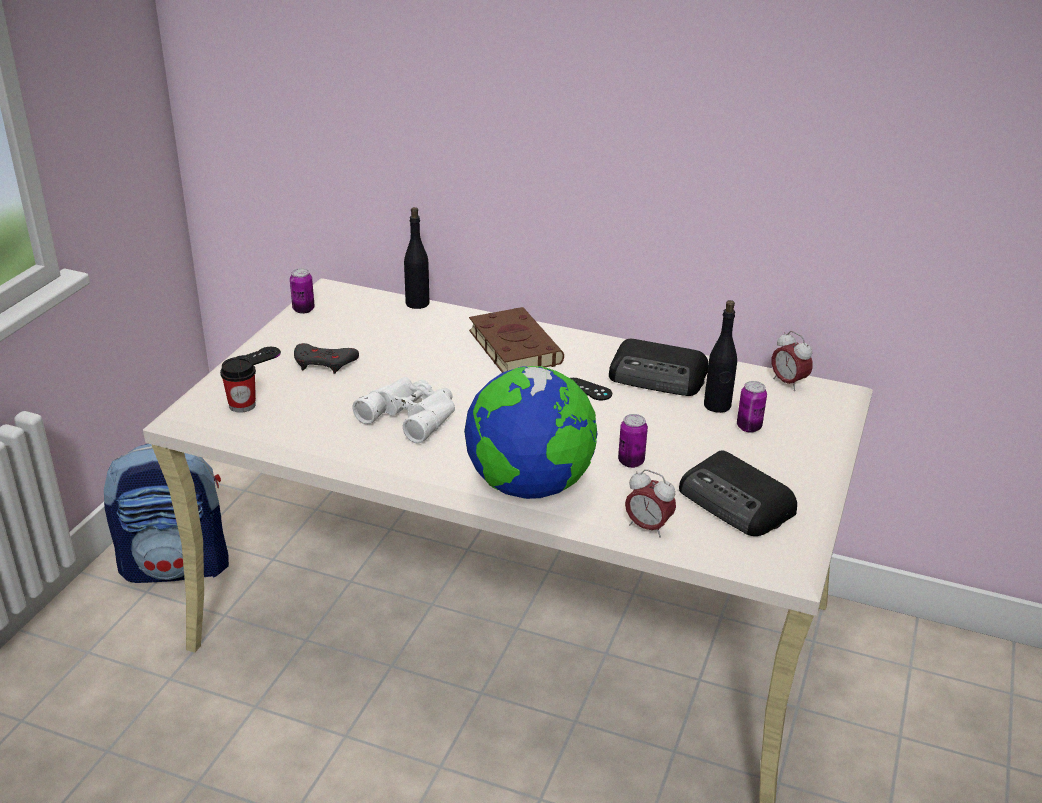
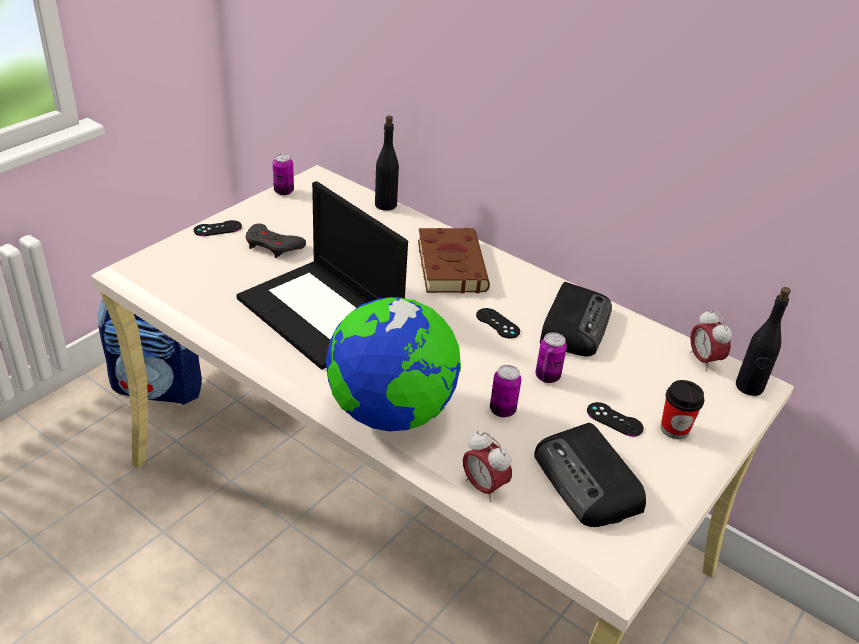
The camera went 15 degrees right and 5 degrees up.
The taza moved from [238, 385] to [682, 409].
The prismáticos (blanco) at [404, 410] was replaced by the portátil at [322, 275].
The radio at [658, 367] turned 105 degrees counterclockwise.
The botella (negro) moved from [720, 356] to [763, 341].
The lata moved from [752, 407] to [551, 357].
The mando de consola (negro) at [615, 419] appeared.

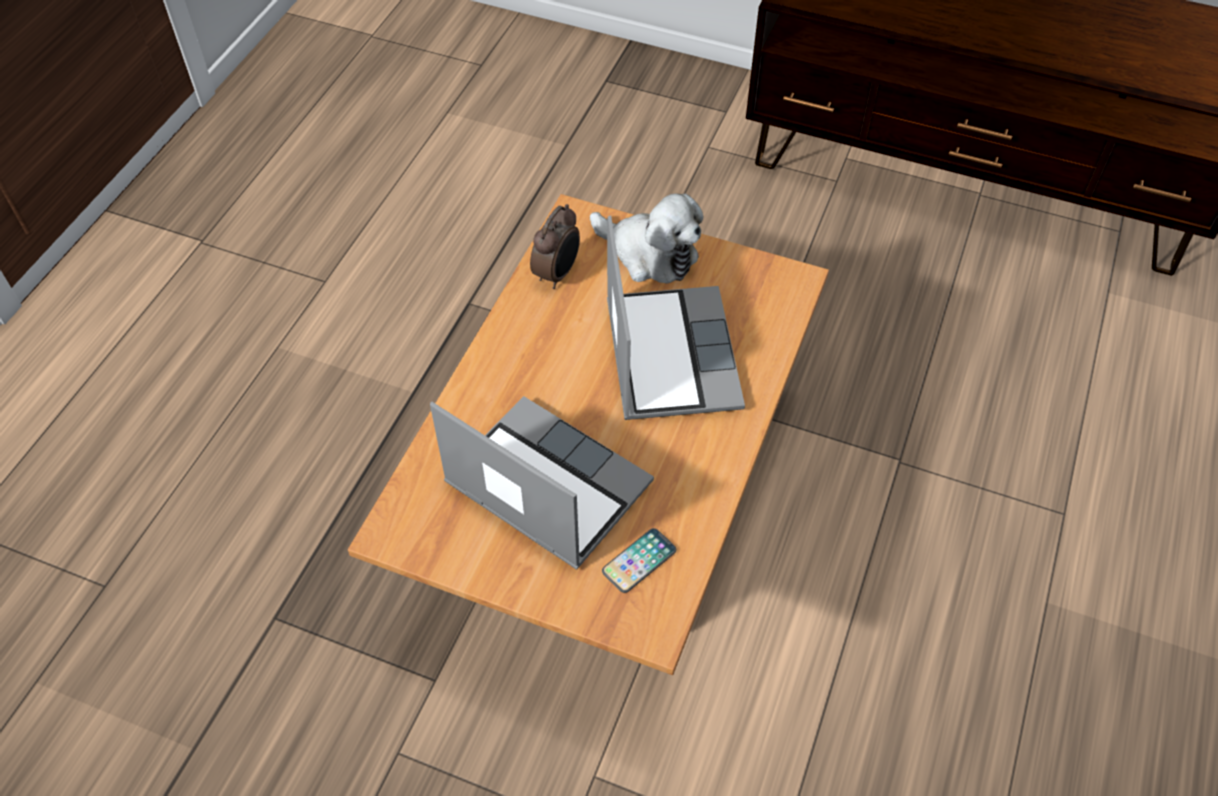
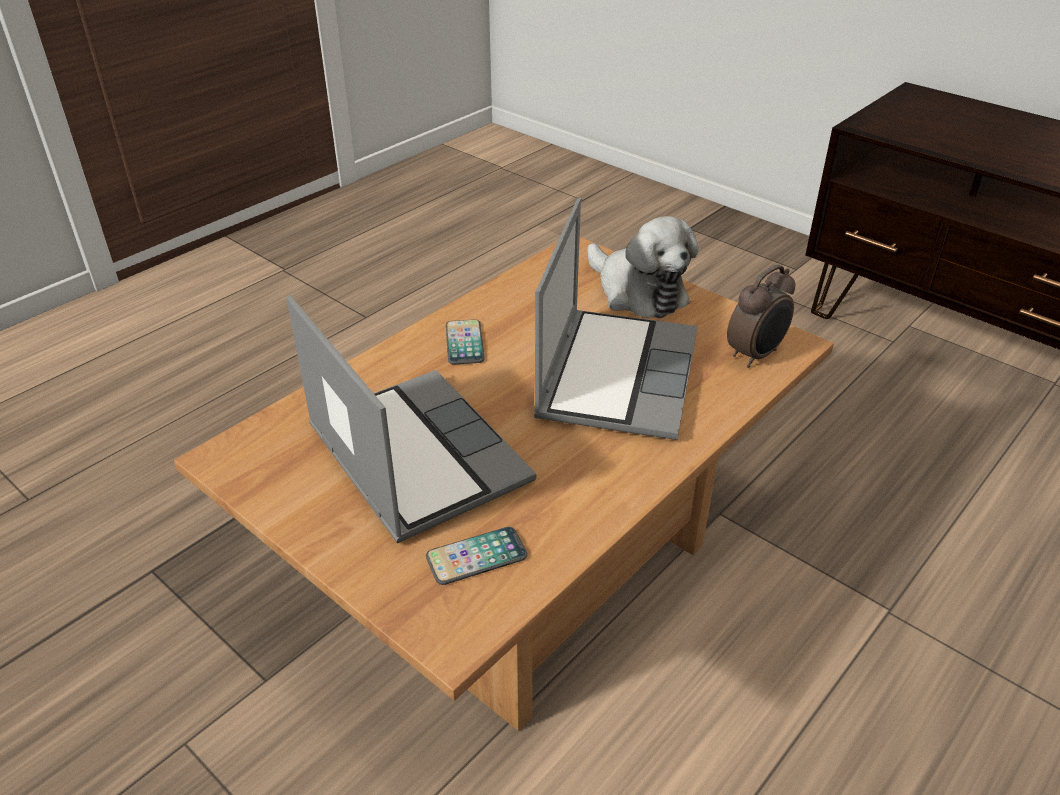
The camera went 20 degrees right and 15 degrees down.
The despertador moved from [555, 246] to [761, 316].
The móvil at [465, 342] appeared.

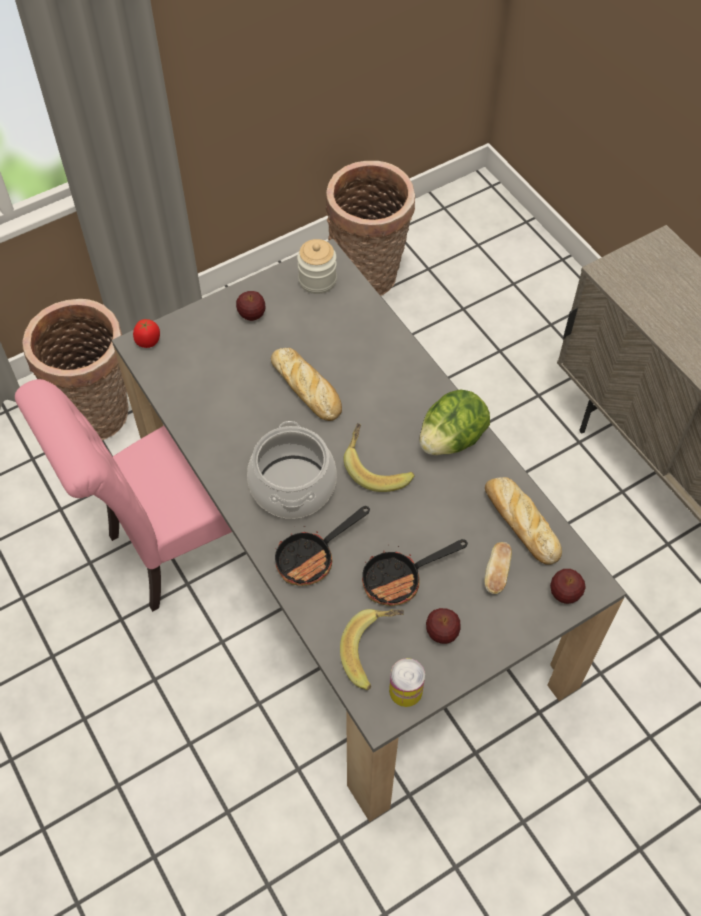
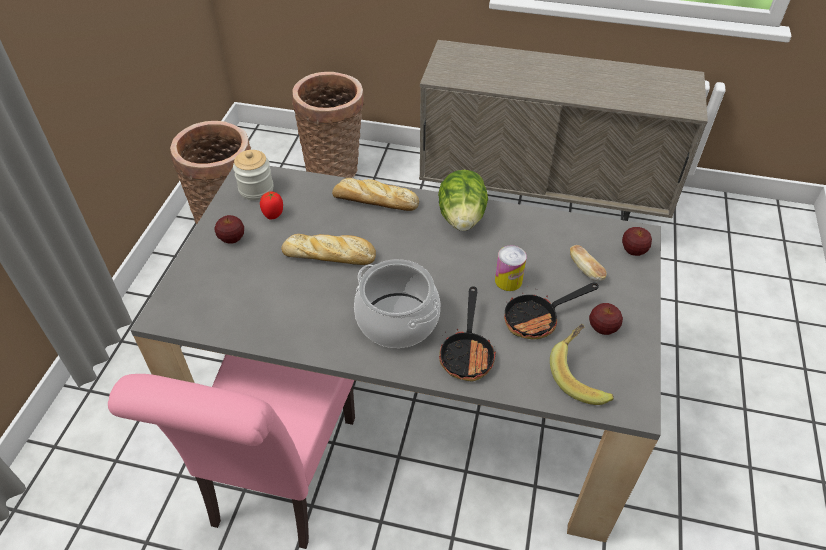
The camera went 45 degrees left and 10 degrees down.
The cesta moved from [75, 370] to [328, 125].
The tomate moved from [146, 333] to [271, 205].
The plátano at [379, 457] disappeared.
The sartén at [415, 572] turned 45 degrees clockwise.
The lata moved from [407, 682] to [511, 268].
The pan moved from [523, 521] to [375, 194].

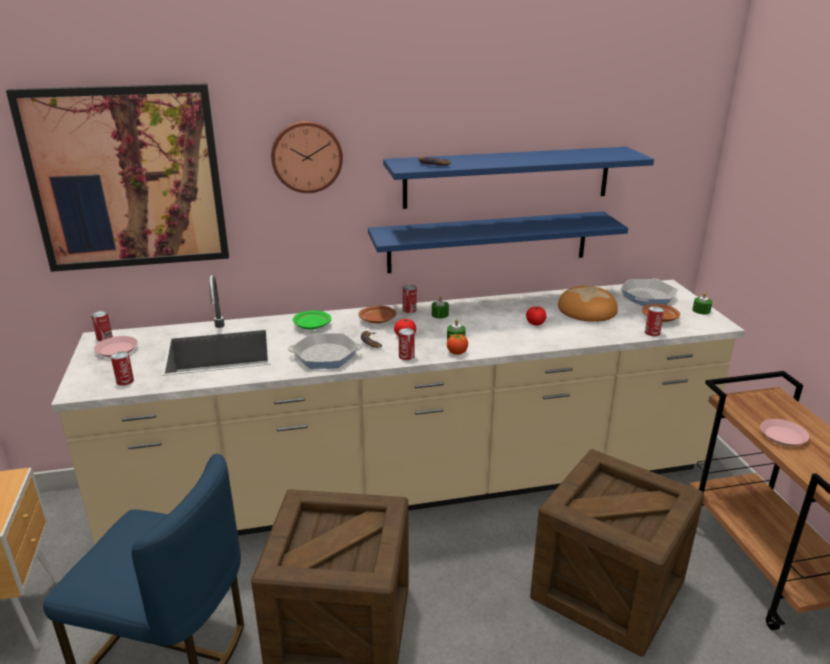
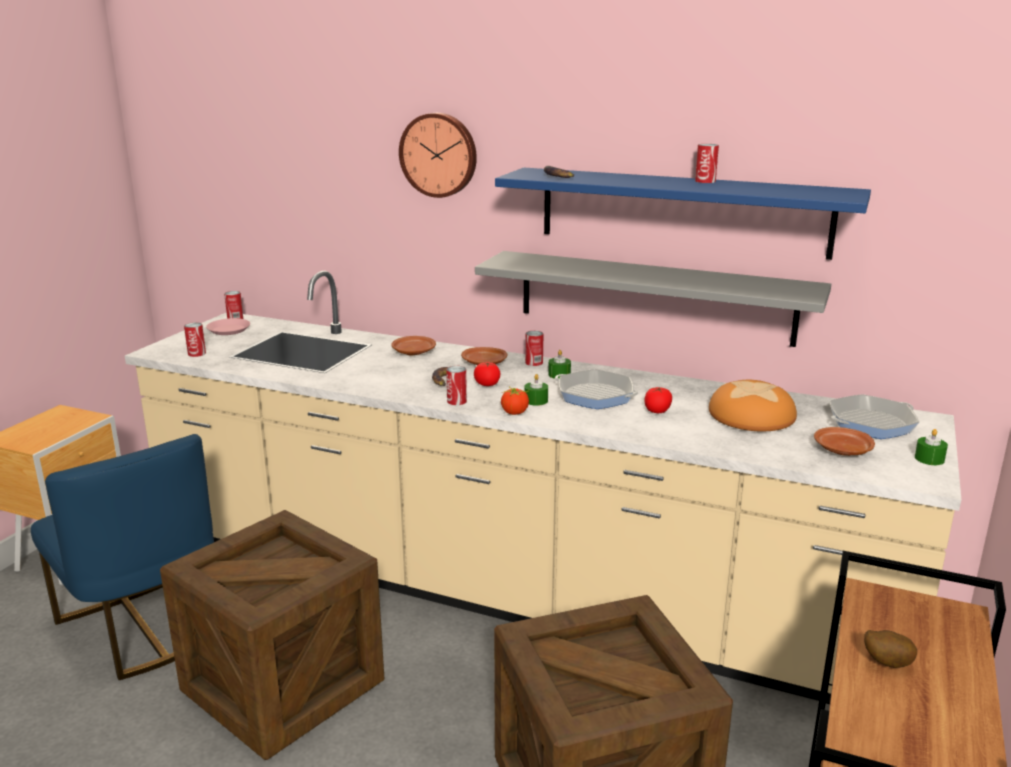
The camera went 35 degrees right and 5 degrees down.
The cuadro at [117, 177] disappeared.
The sartén moved from [325, 351] to [597, 389].
The plato (verde) at [312, 320] became the plato (marrón) at [413, 345].
The estante (azul) at [498, 242] became the estante (gris) at [653, 299].
The lata moved from [654, 321] to [707, 163].
The plato (rosa) at [784, 432] was replaced by the patata at [890, 649].

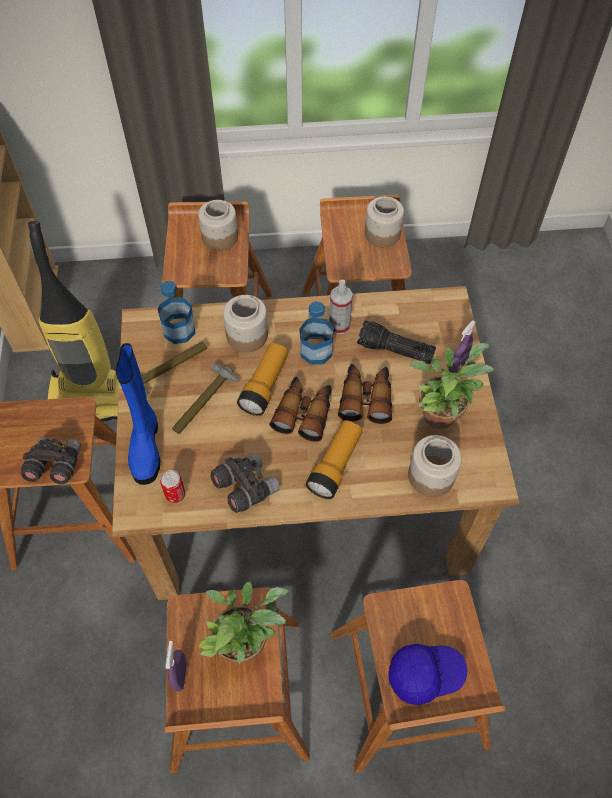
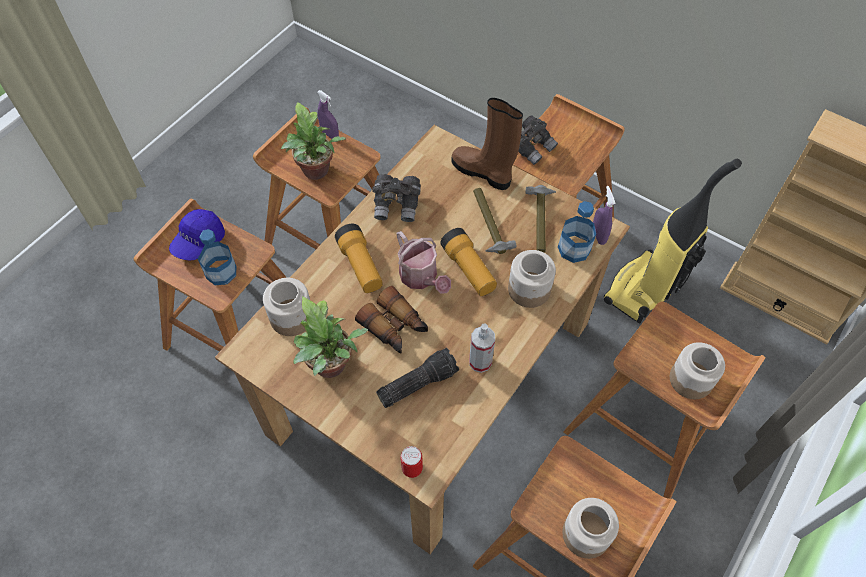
The camera went 130 degrees right and 0 degrees up.
The bota (azul) at [138, 414] became the bota (marrón) at [487, 144].
The lata moved from [172, 486] to [412, 462].
The prismáticos at [300, 409] was replaced by the regadera at [424, 262].
The botella moved from [317, 333] to [217, 257].
The pulverizador (morado) moved from [462, 346] to [604, 215].

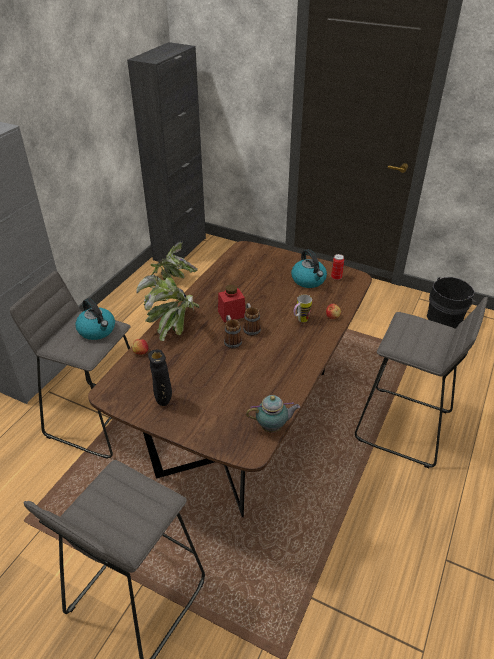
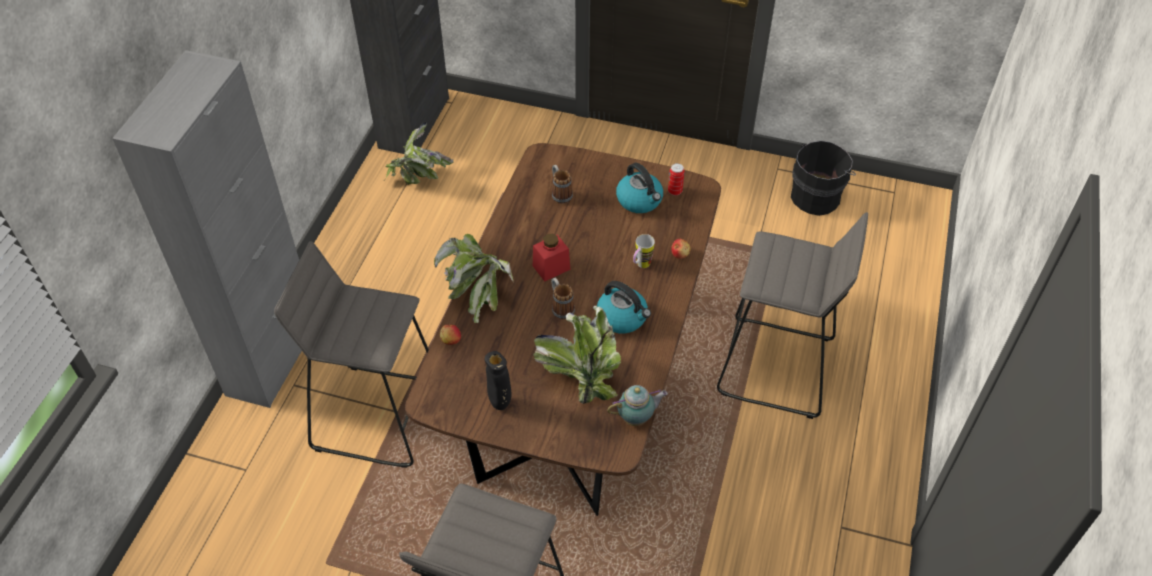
The camera went 10 degrees left and 10 degrees up.
The hervidor moved from [95, 319] to [624, 307].
The taza grande moved from [252, 319] to [562, 184].
The planta en maceta at [577, 355] appeared.

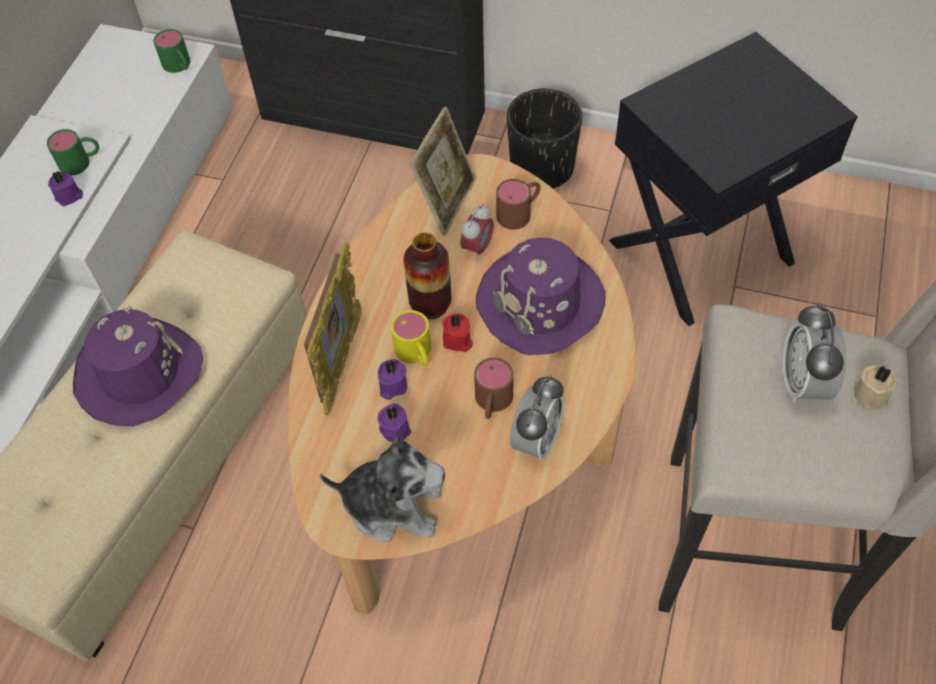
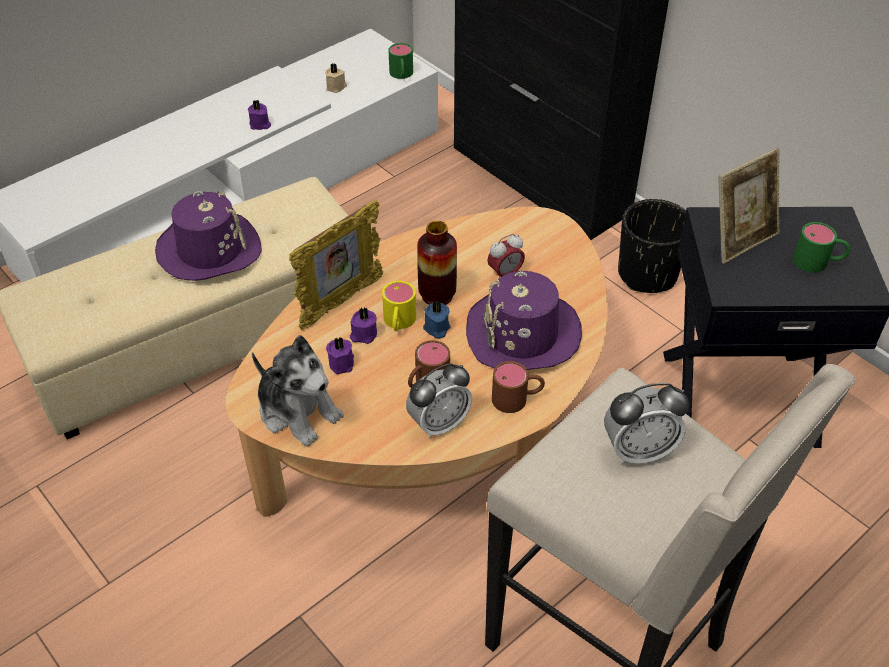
The camera went 30 degrees right and 10 degrees down.
The taza grande (verde) moved from [73, 152] to [822, 247].
The portarretratos moved from [442, 171] to [749, 206].
The vela (rojo) at [457, 333] became the vela (azul) at [437, 320].
The taza grande (marrón) moved from [518, 204] to [518, 387].
The despertador at [814, 352] turned 135 degrees counterclockwise.
The vela (beis) moved from [875, 388] to [336, 78].

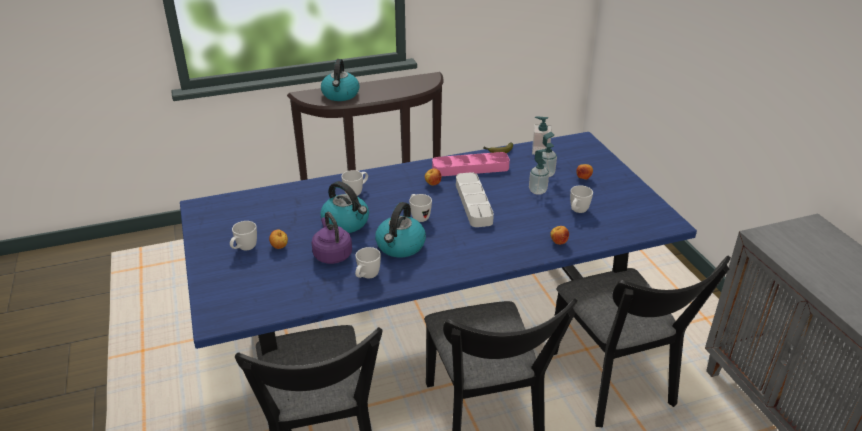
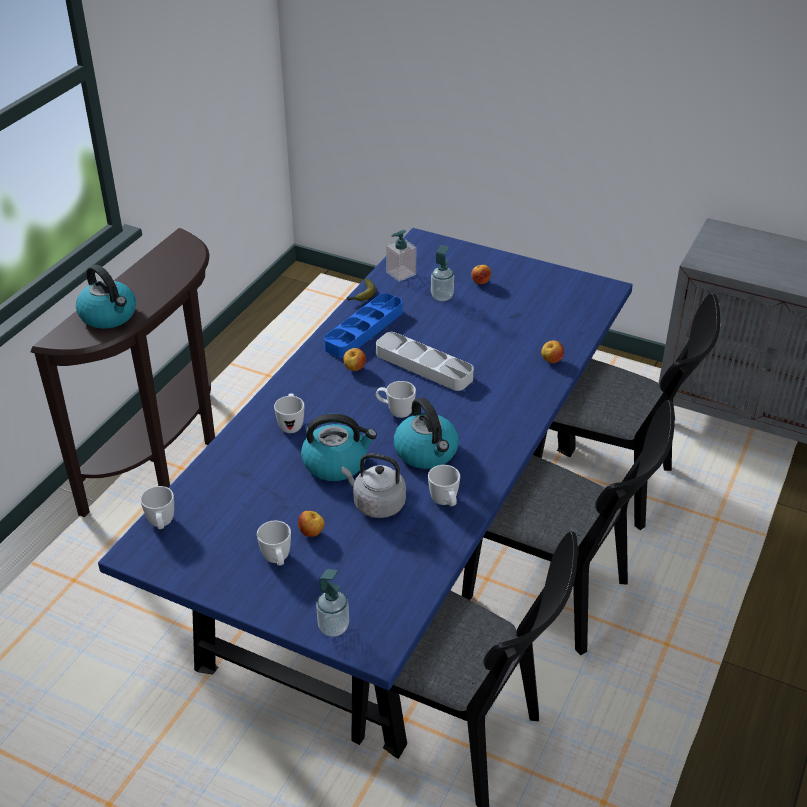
The camera went 45 degrees left and 5 degrees up.
The hervidor (morado) at [332, 238] became the hervidor (gris) at [373, 485].
The bandeja (rosa) at [471, 164] became the bandeja (azul) at [363, 325].
The dispensador de jabón moved from [539, 172] to [332, 603].
The taza grande (blanco) moved from [581, 199] to [157, 507].

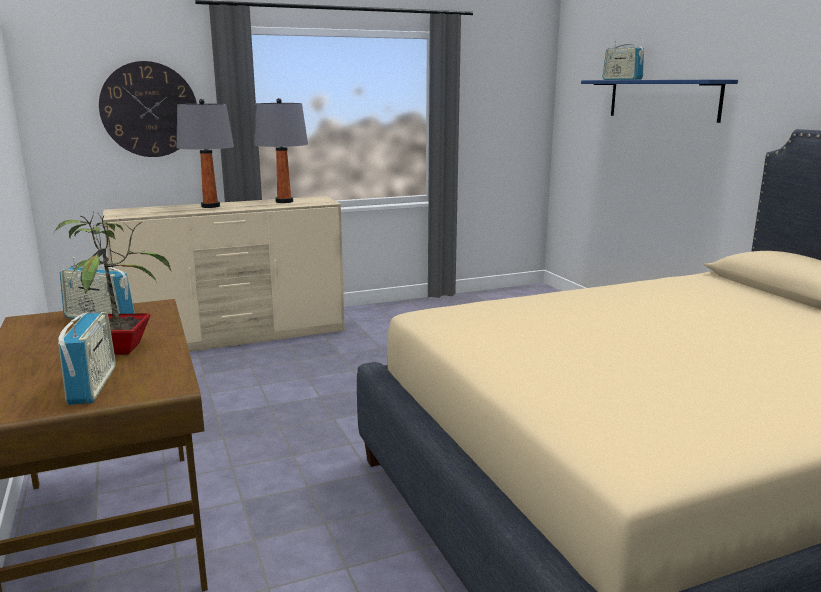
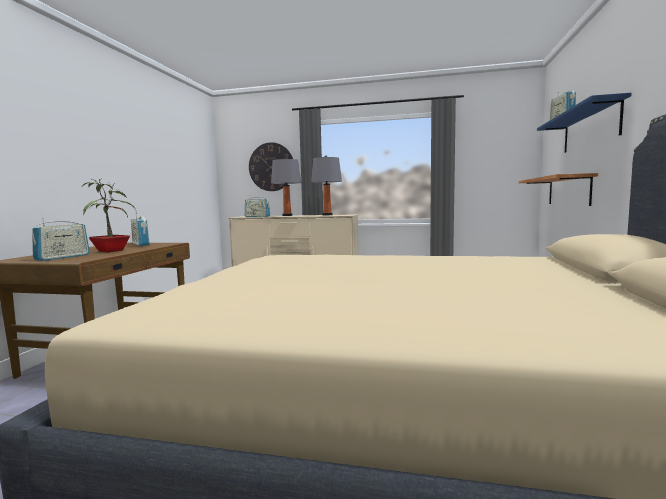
The camera went 35 degrees right and 10 degrees down.
The radio at [257, 206] appeared.
The estante at [558, 189] appeared.

